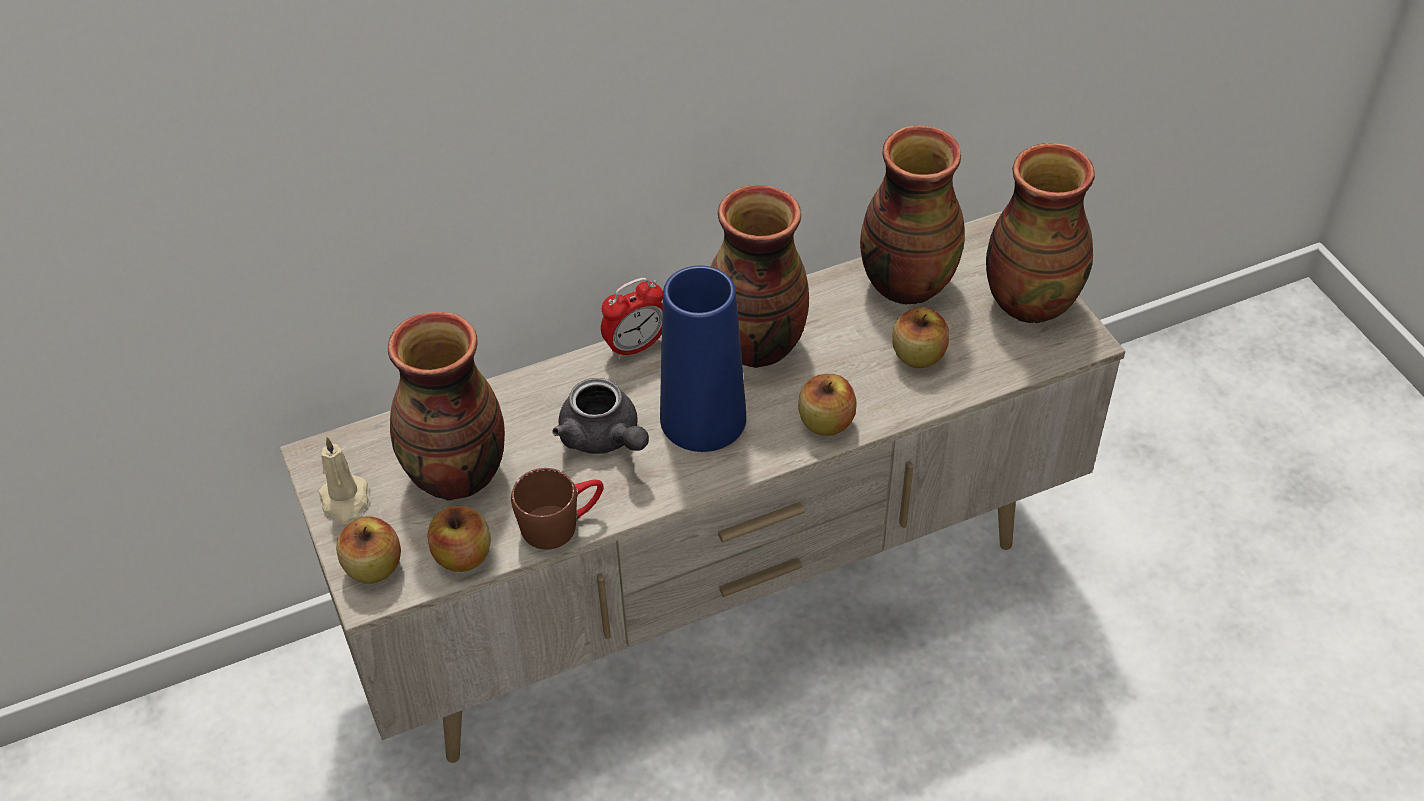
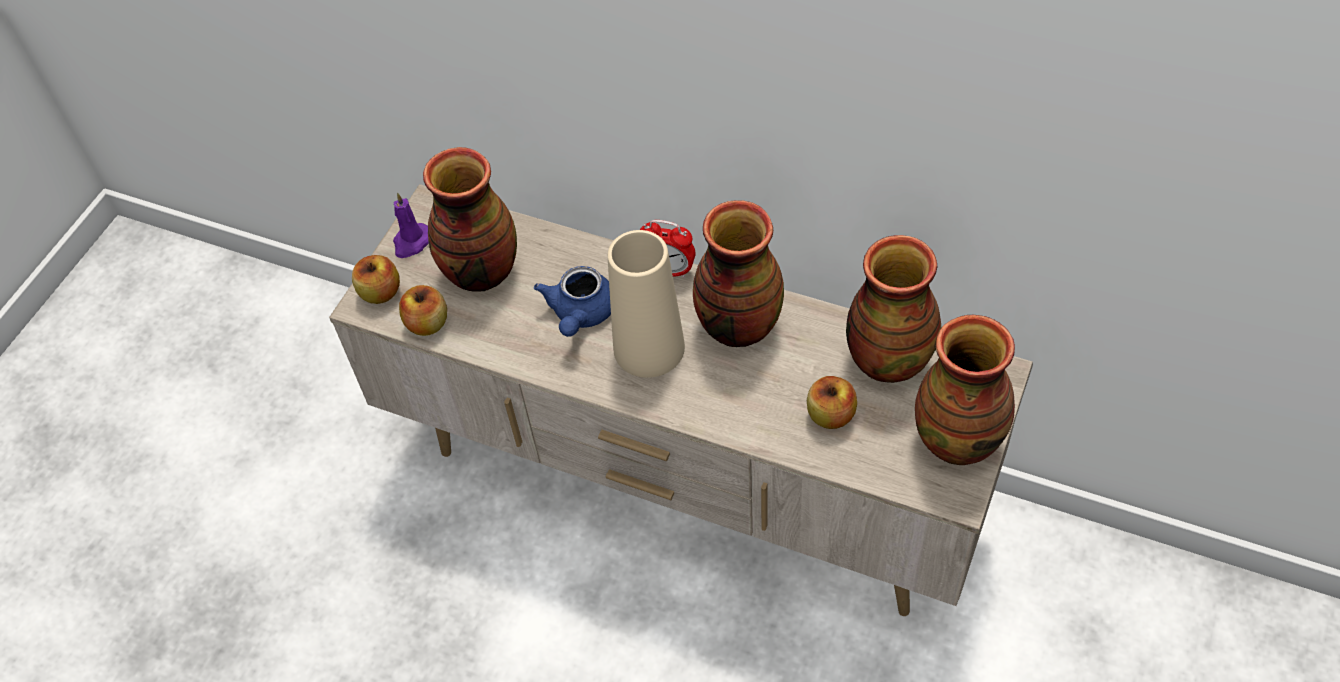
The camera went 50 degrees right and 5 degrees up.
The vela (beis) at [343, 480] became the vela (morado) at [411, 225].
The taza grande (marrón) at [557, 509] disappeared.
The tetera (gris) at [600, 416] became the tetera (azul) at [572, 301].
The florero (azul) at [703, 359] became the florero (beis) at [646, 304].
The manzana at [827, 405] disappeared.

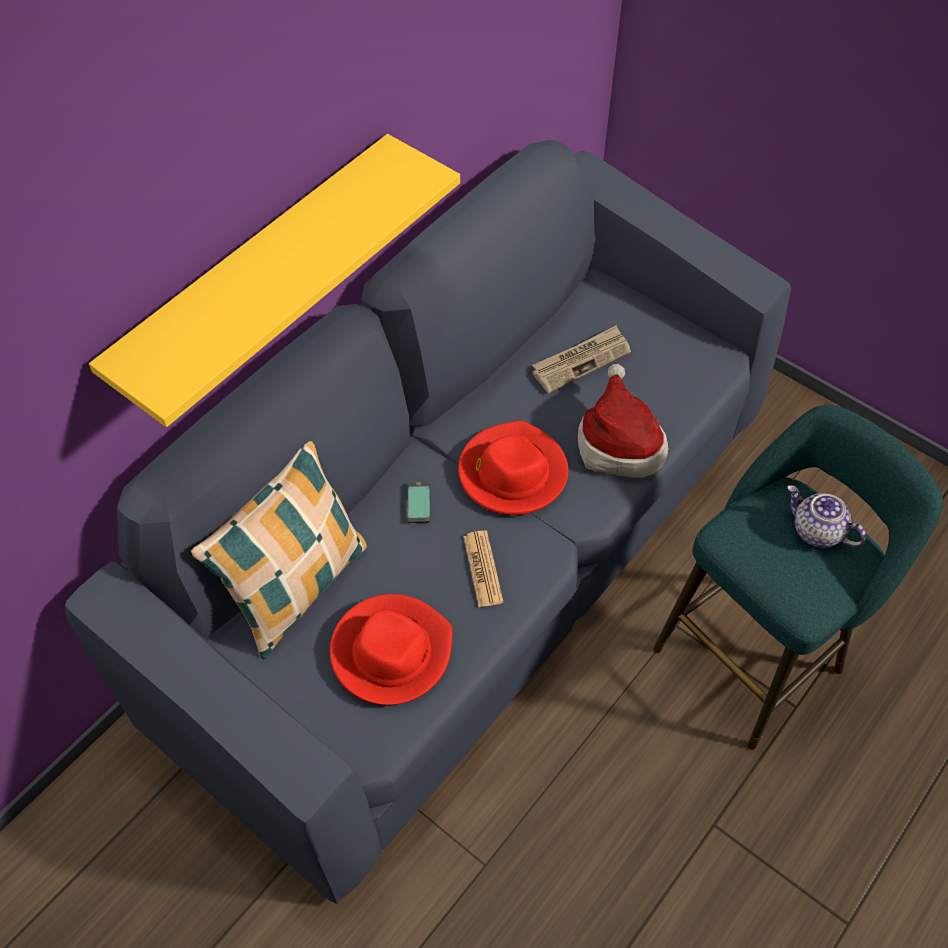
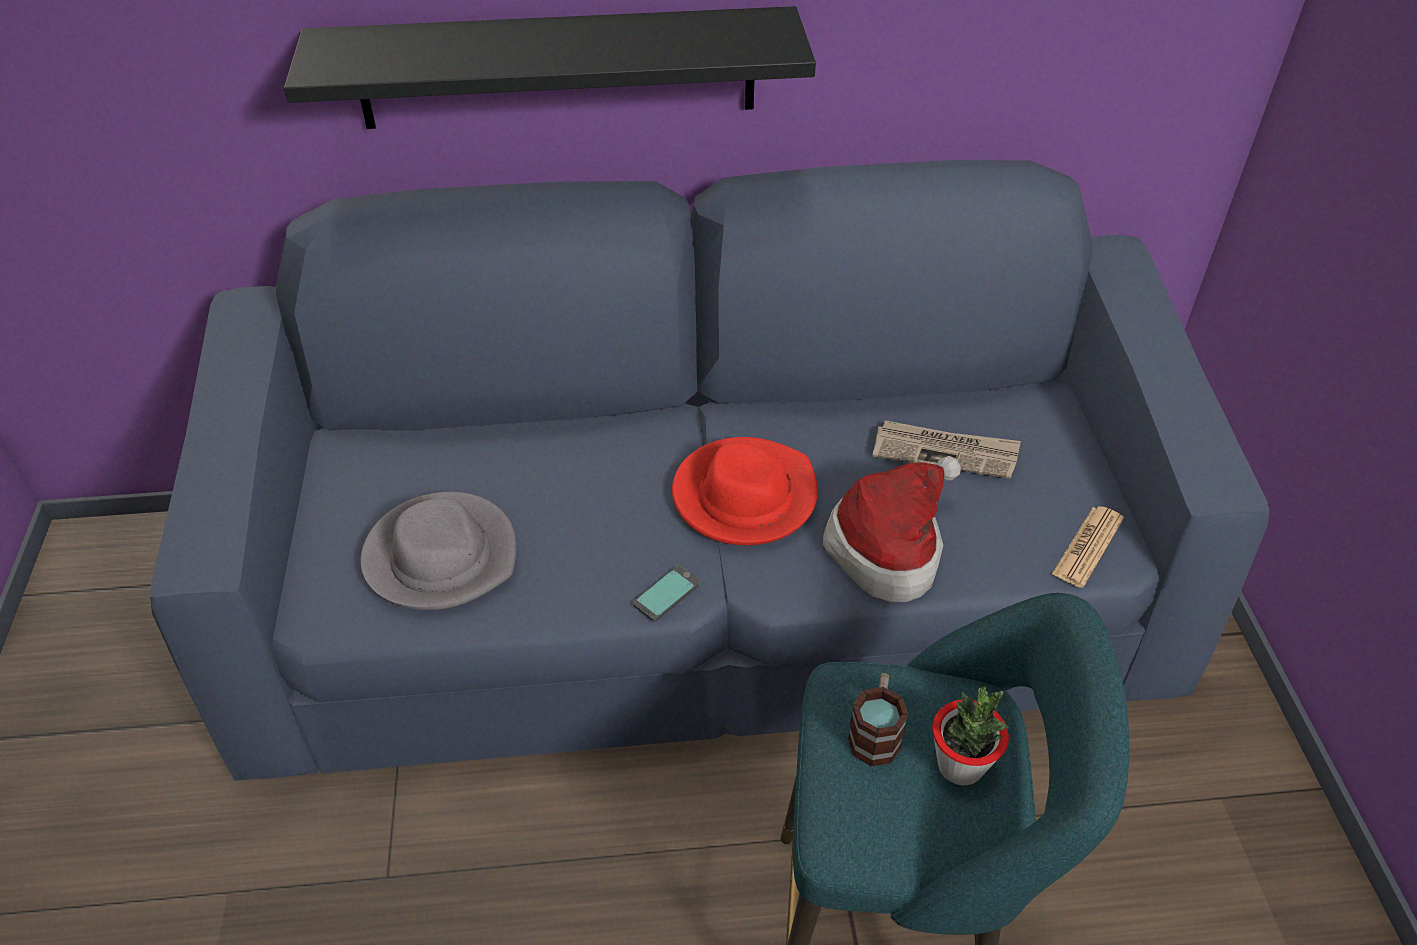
The camera went 45 degrees right and 10 degrees down.
The estante (amarillo) at [274, 280] became the estante (negro) at [550, 67].
The cojín at [279, 550] disappeared.
The sombrero (rojo) at [391, 649] became the sombrero (gris) at [438, 551].
The móvil moved from [419, 502] to [667, 593].
The periódico moved from [483, 569] to [1087, 547].
The tetera at [826, 516] was replaced by the planta en maceta at [970, 735].
The taza grande at [878, 719] appeared.

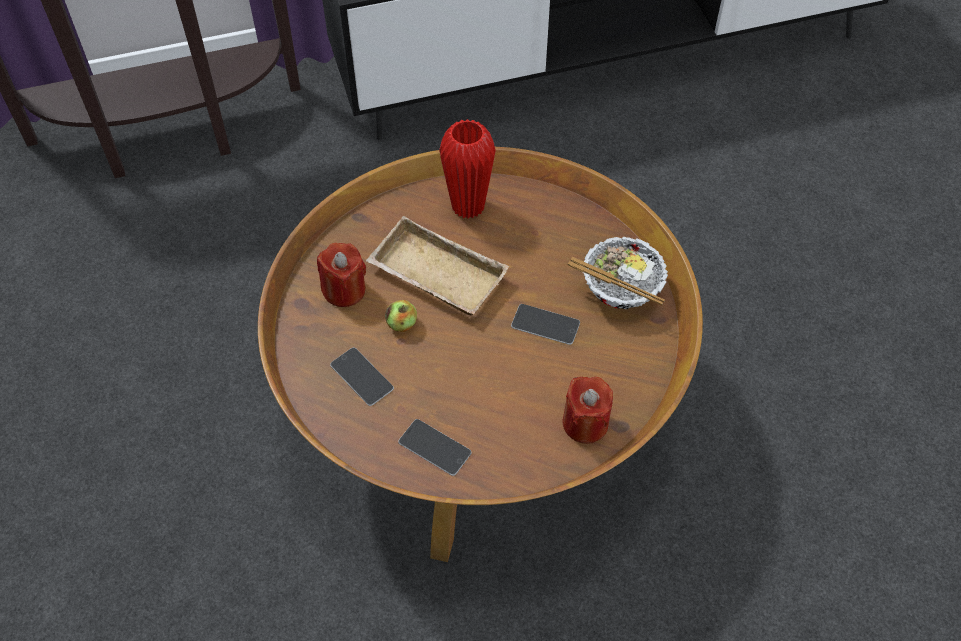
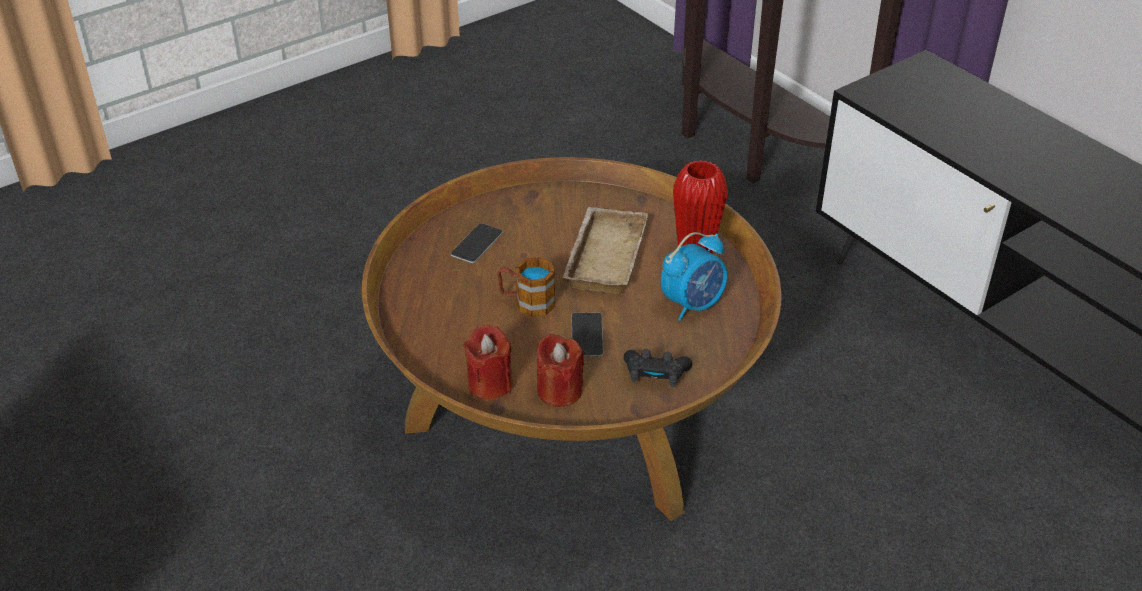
The camera went 70 degrees right and 15 degrees down.
The vela (rojo) moved from [341, 275] to [560, 370].
The manzana at [401, 316] disappeared.
The móvil at [435, 447] disappeared.
The cuenco at [618, 273] was replaced by the mando de consola (negro) at [658, 368].
The taza grande at [526, 287] appeared.
The despertador at [694, 276] appeared.

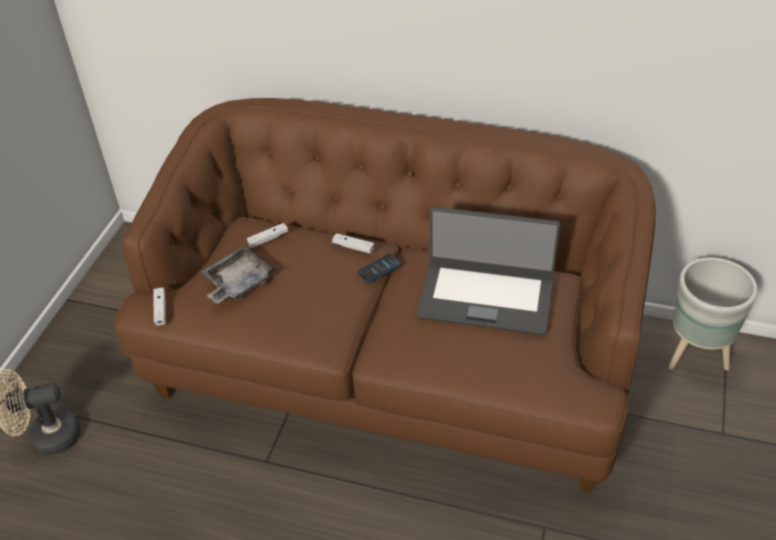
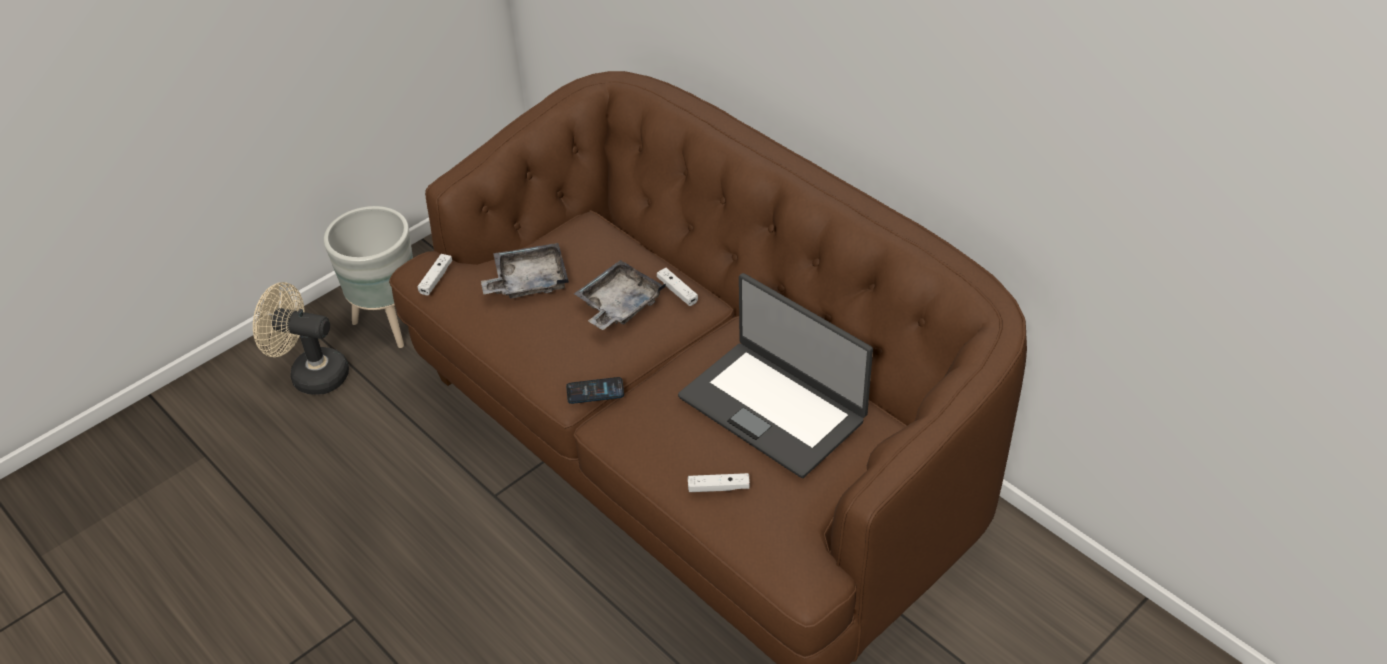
The camera went 30 degrees right and 0 degrees up.
The mando de consola (blanco) moved from [267, 235] to [719, 482].
The móvil moved from [380, 268] to [595, 390].
The maceta (gris) moved from [713, 314] to [368, 277].
The bandeja (gris) at [620, 295] appeared.

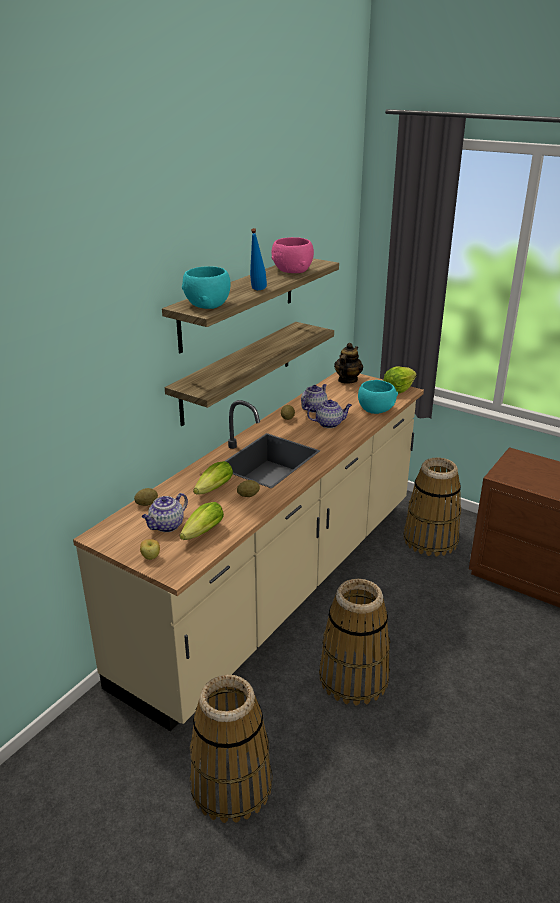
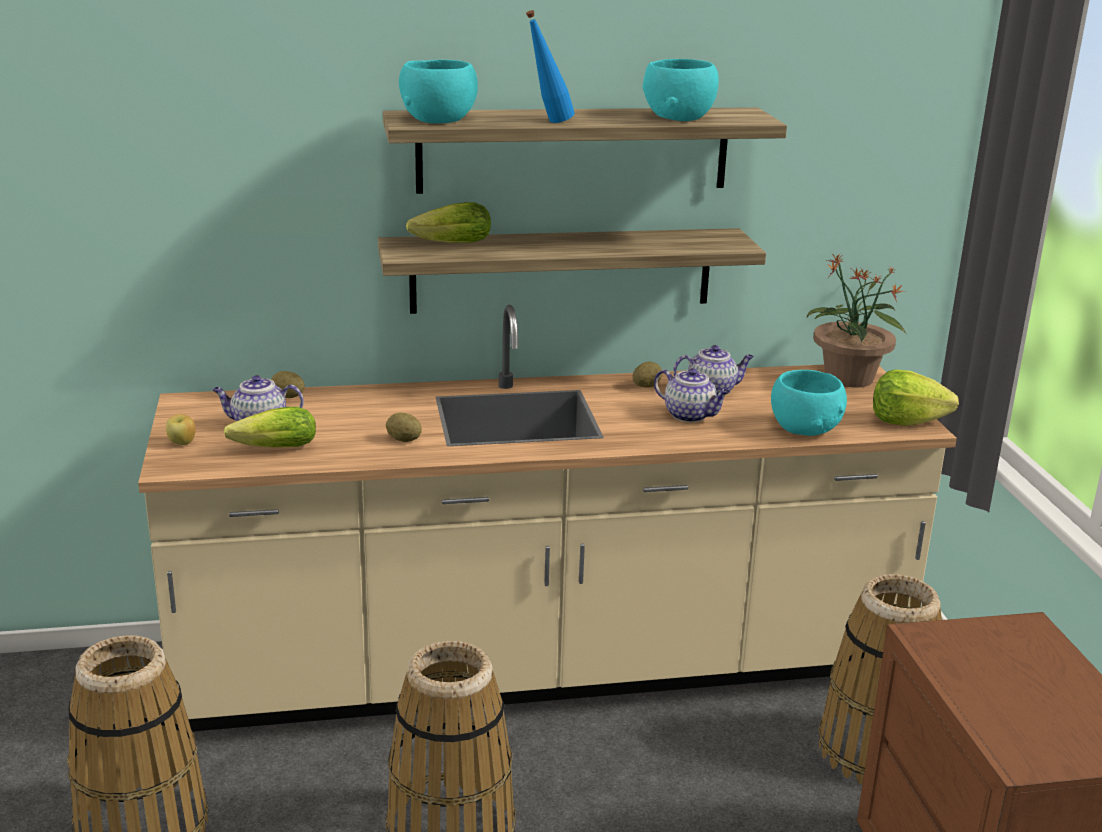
The camera went 45 degrees right and 5 degrees down.
The lechuga moved from [213, 478] to [448, 222].
The cuenco (rosa) at [293, 255] became the cuenco (turquesa) at [680, 90].
The tetera at [348, 363] was replaced by the planta en maceta at [856, 320].

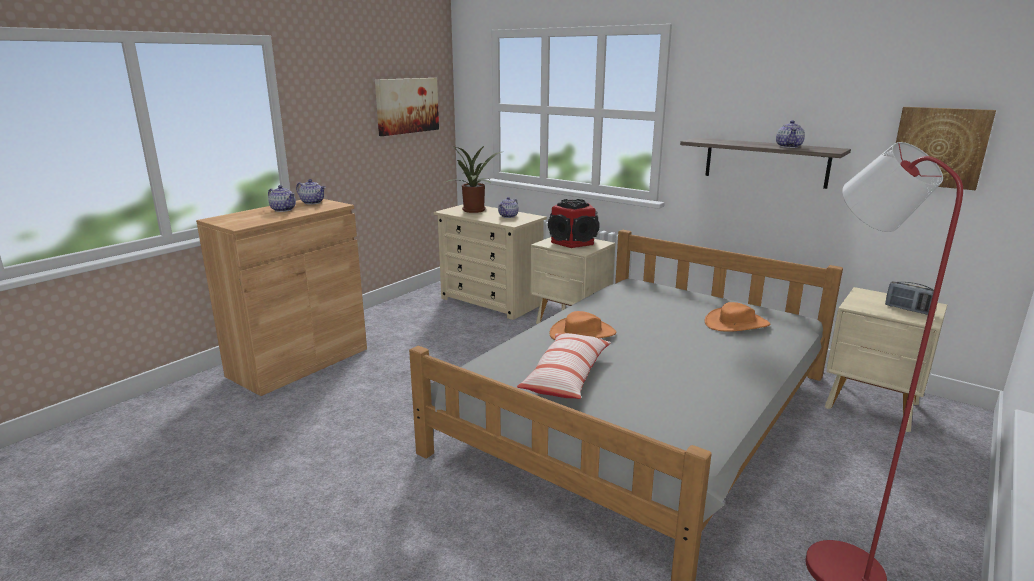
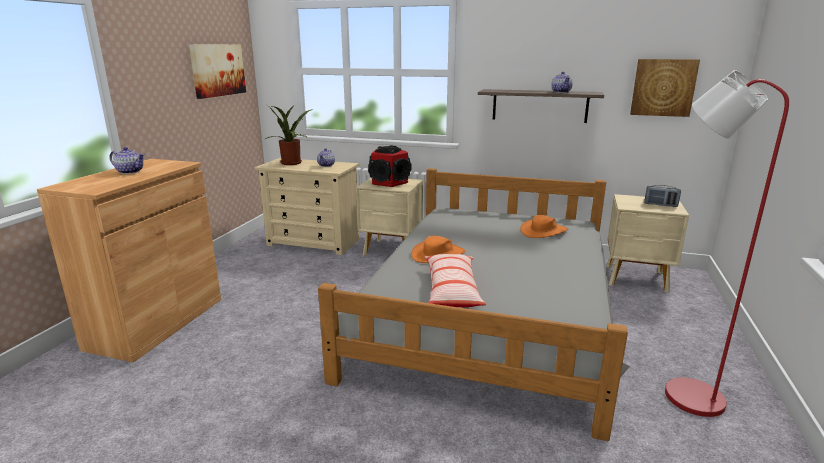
The camera went 20 degrees left and 0 degrees up.
The tetera at [311, 192] disappeared.

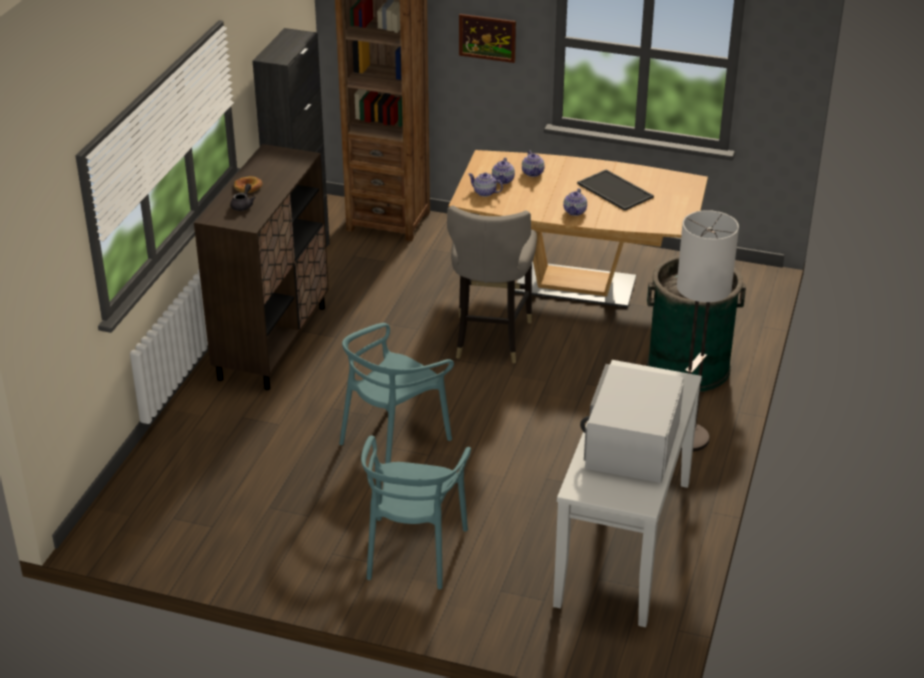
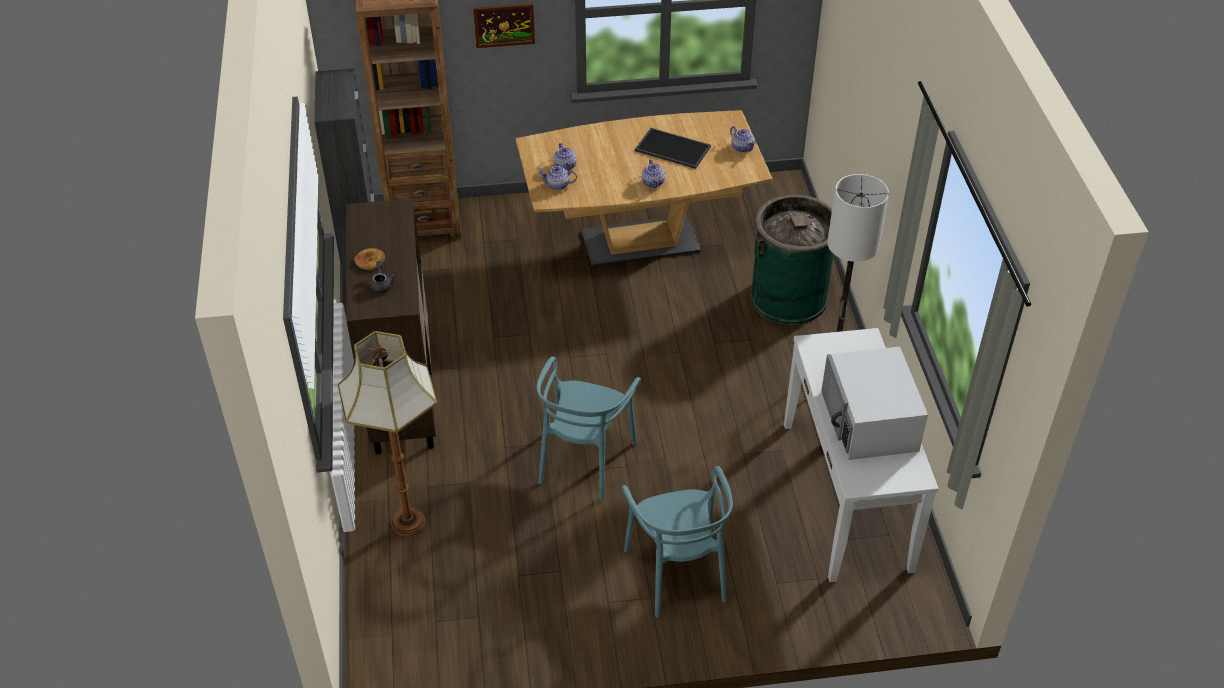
The camera went 25 degrees left and 10 degrees up.
The taburete (gris) at [492, 284] disappeared.
The tetera moved from [533, 164] to [743, 139].
The lámpara de pie at [387, 434] appeared.

